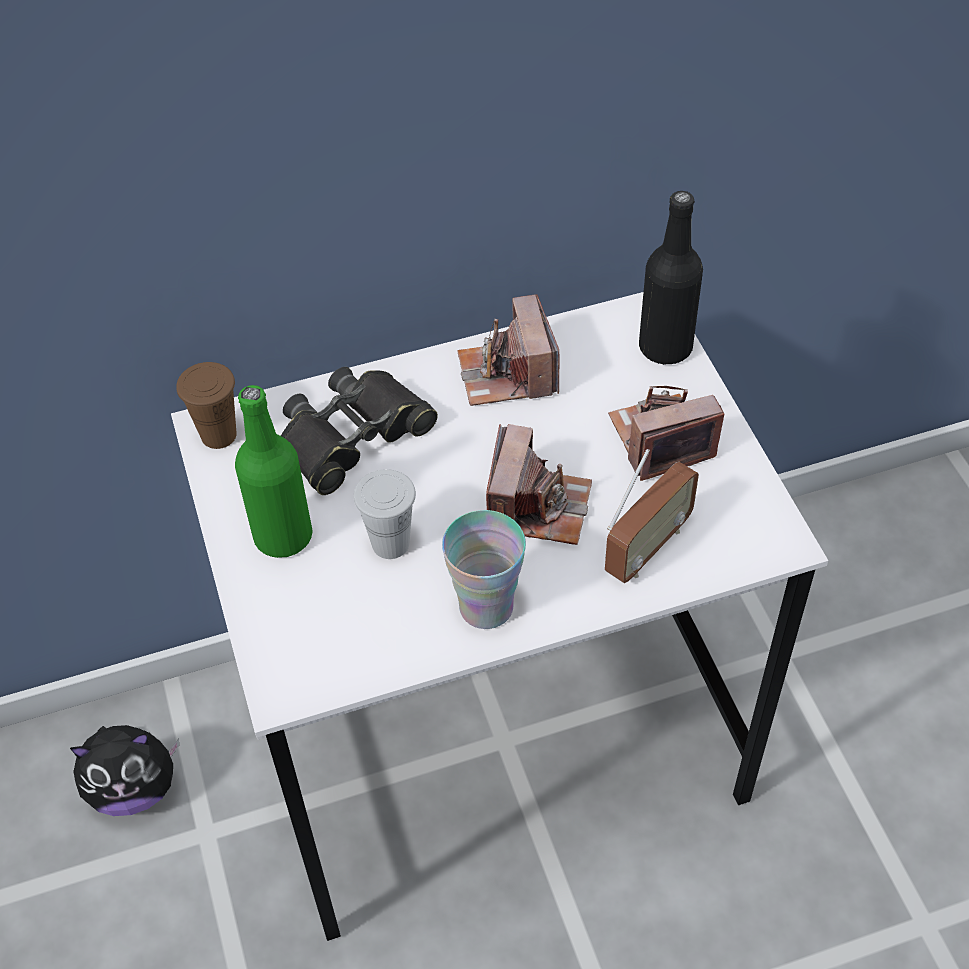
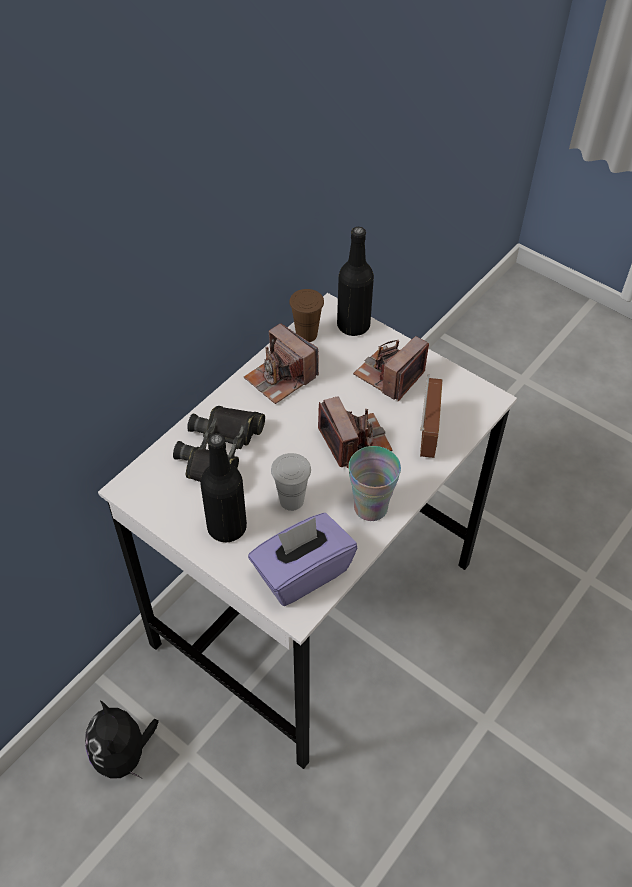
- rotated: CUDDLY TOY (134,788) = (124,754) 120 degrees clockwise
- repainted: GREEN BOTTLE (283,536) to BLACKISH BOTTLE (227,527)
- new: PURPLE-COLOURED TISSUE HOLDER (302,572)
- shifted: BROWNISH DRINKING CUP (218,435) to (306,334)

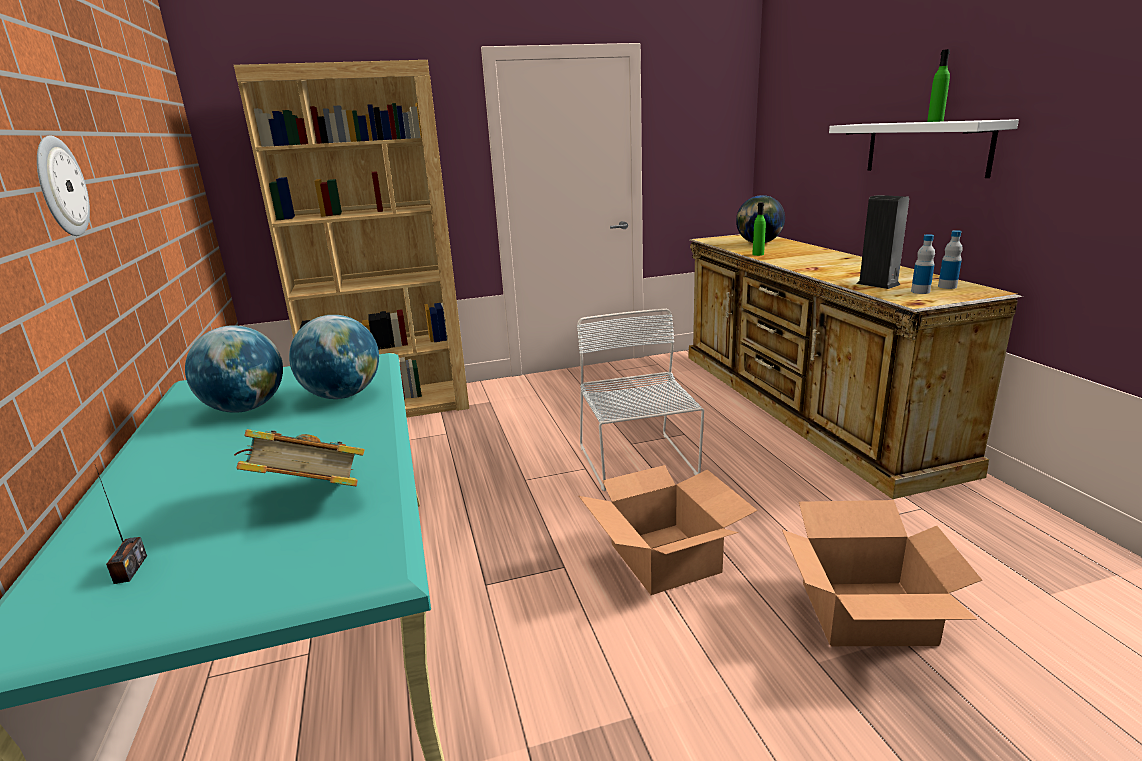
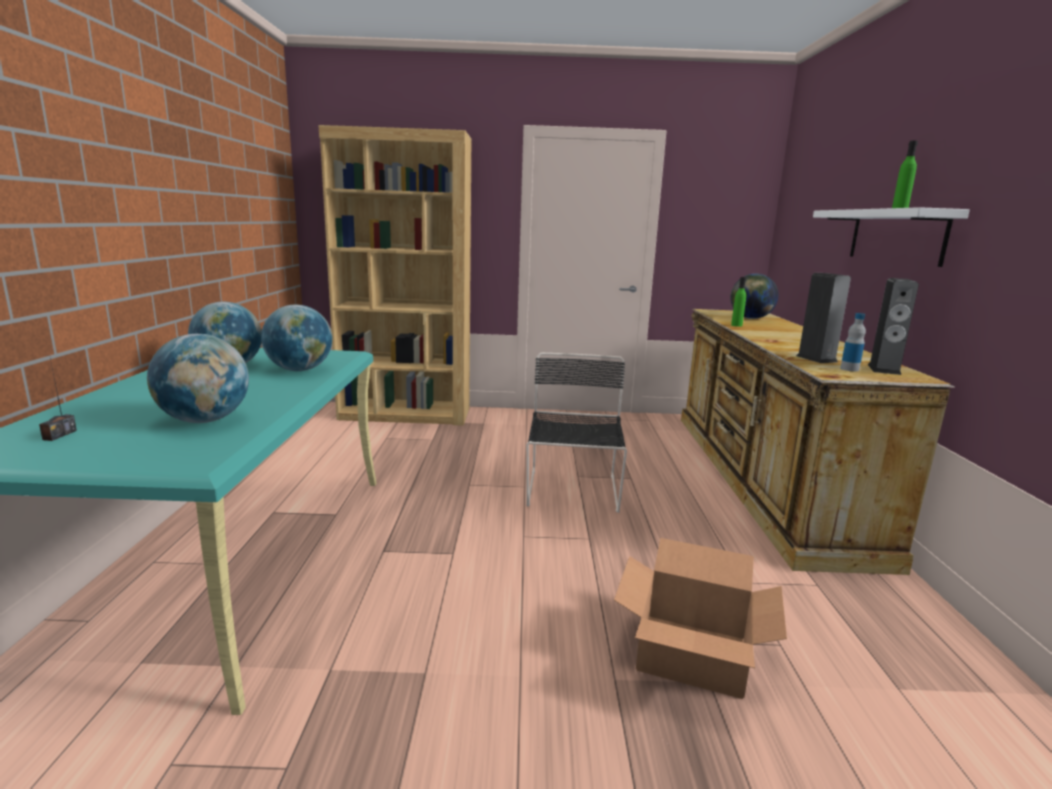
- swapped: BOUND BOOK (309,498) to DESK GLOBE (204,420)
- repainted: WHITISH UPRIGHT CHAIR (638,463) to BLACKISH UPRIGHT CHAIR (572,492)
- swapped: BOTTLE (947,286) to AUDIO SPEAKER (883,369)
- gone: CLOCK ON THE WALL (60,187)
- gone: PACKING BOX (665,557)

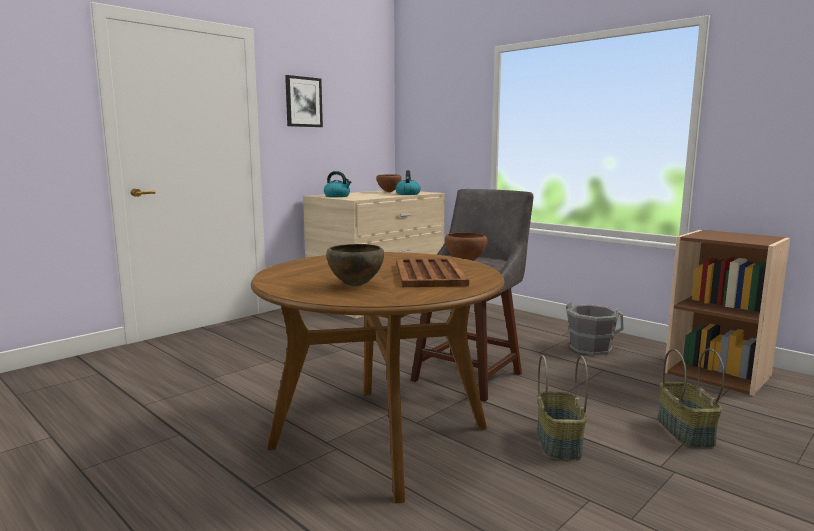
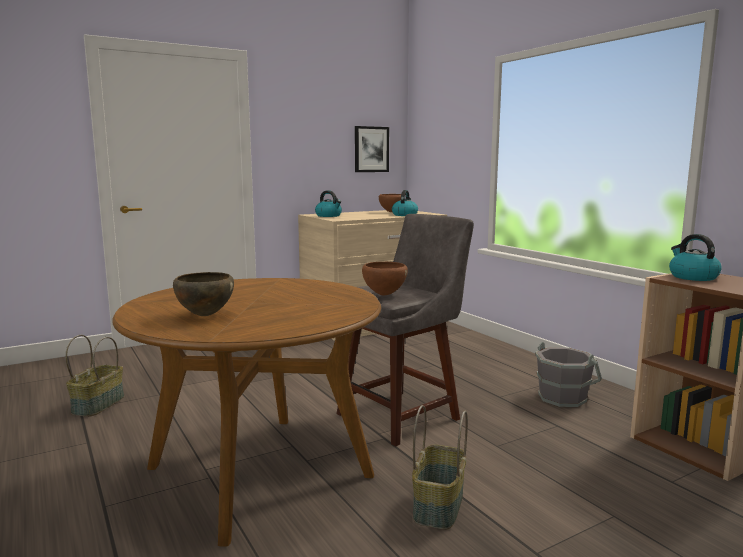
- shifted: HOUSEHOLD BASKET (684,431) to (98,404)
- shifted: PICTURE (303,102) to (371,149)
- new: TEA KETTLE (692,277)
- gone: BROWNISH TRAY (429,274)

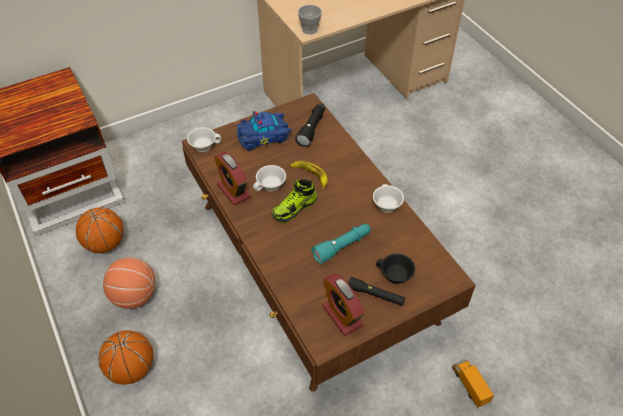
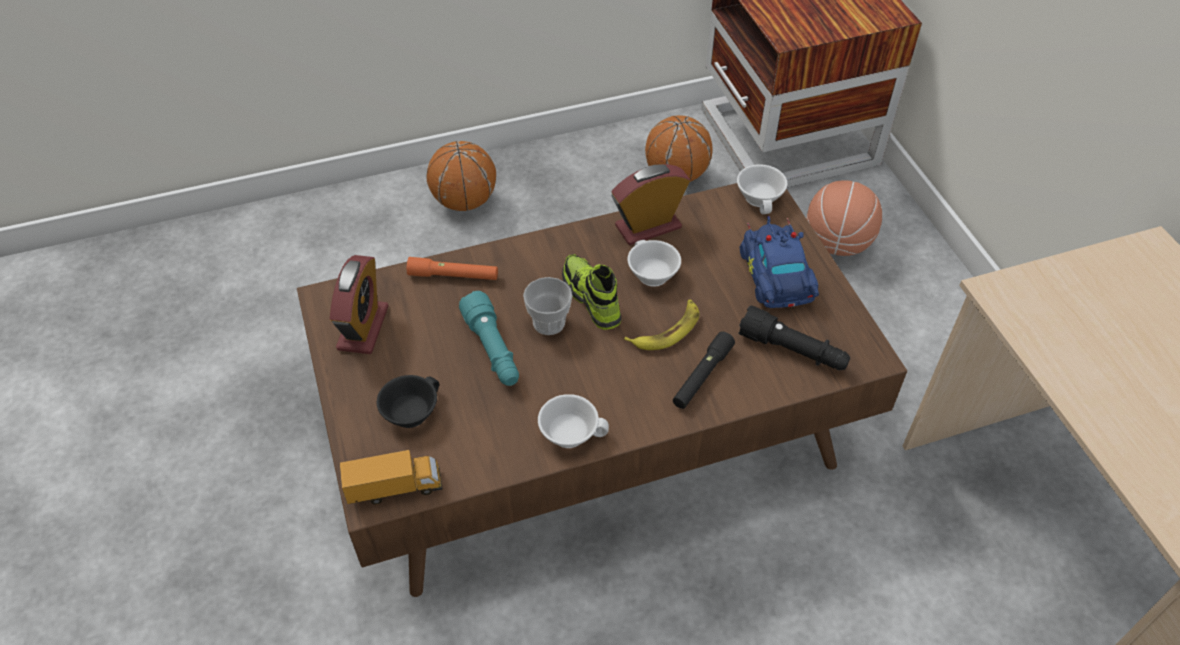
- rotated: ALARM CLOCK (342,315) = (363,328) 120 degrees clockwise
- shifted: TOY LORRY (469,386) to (395,489)
- new: ORANGE-COLOURED TORCH (453,275)
- shifted: DRINKING CUP (309,29) to (549,322)
- shifted: BLACKISH TORCH (375,295) to (702,376)
- shifted: BASKETBALL (134,296) to (837,243)

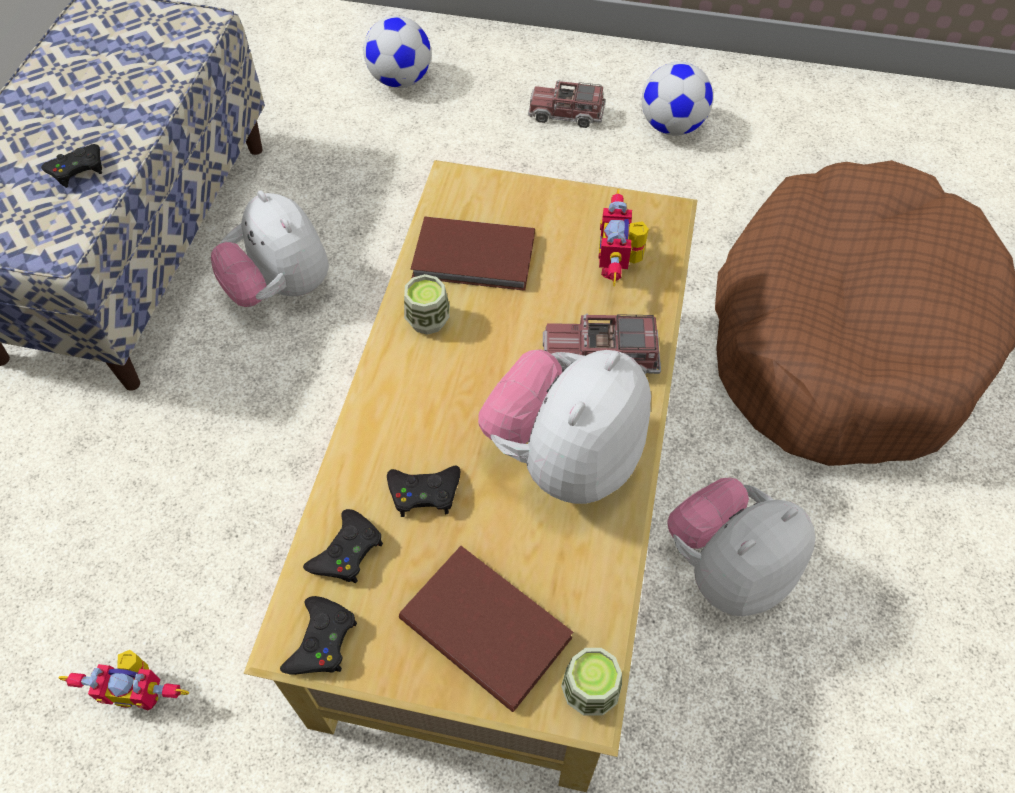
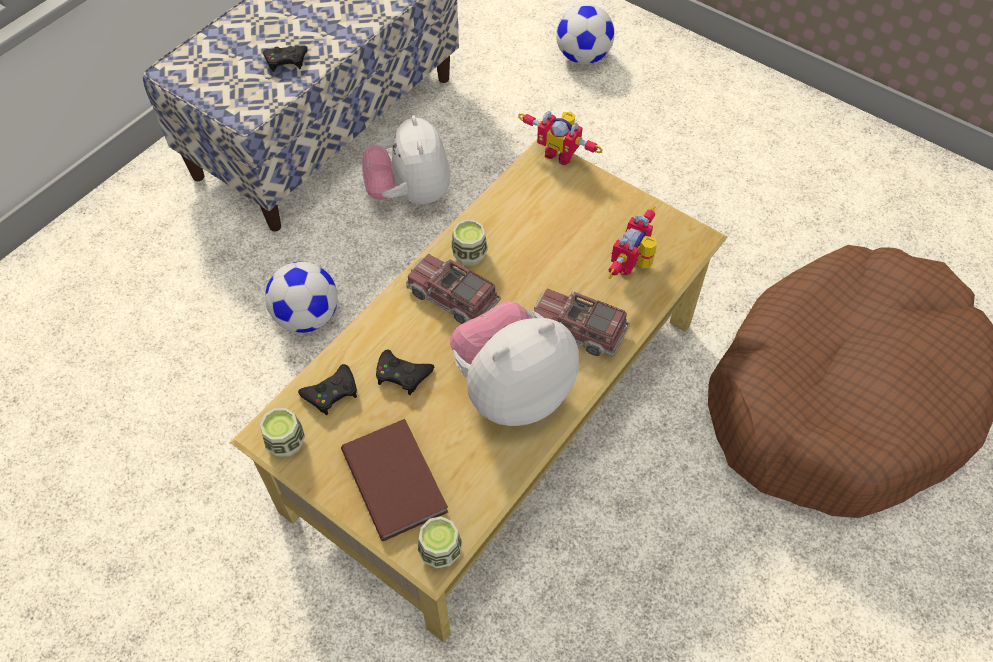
- swapped: BLACKISH GAME CONTROLLER (321,641) to DRINKING CUP (286,443)
- shifted: FOOTBALL (671,126) to (307,316)
- shifted: TOY LORRY (566,114) to (452,297)
- shifted: ROBOT FIGURE (141,690) to (560,153)
- gone: BROWNISH BOUND BOOK (475,259)
- gone: CUDDLY TOY (727,568)

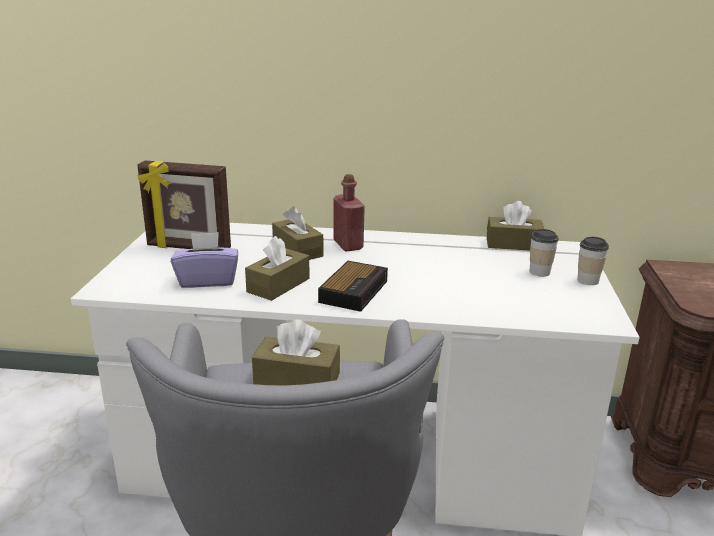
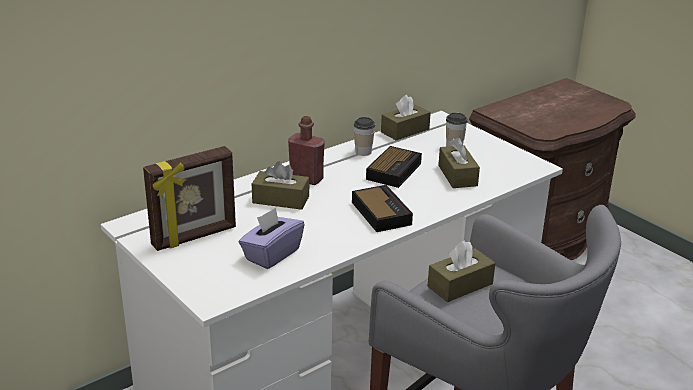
- shifted: DRINKING CUP (588,280) to (363,152)
- new: ALARM CLOCK (394,171)
- shifted: BROWNISH TISSUE HOLDER (278,285) to (457,175)

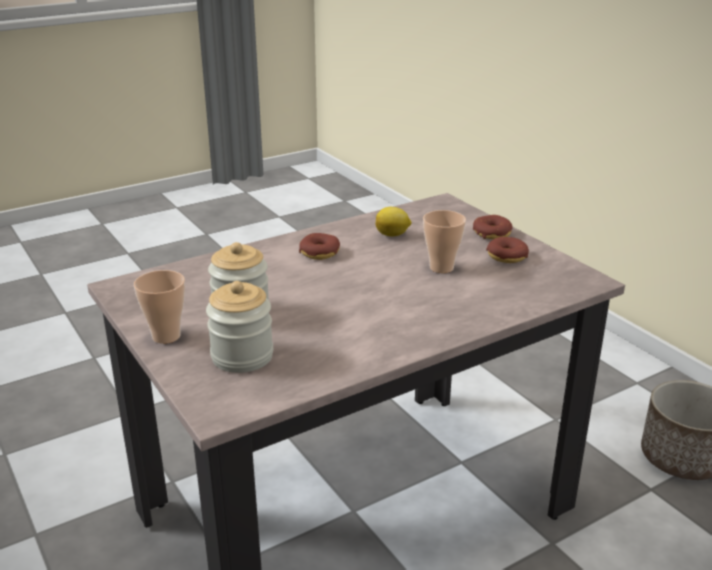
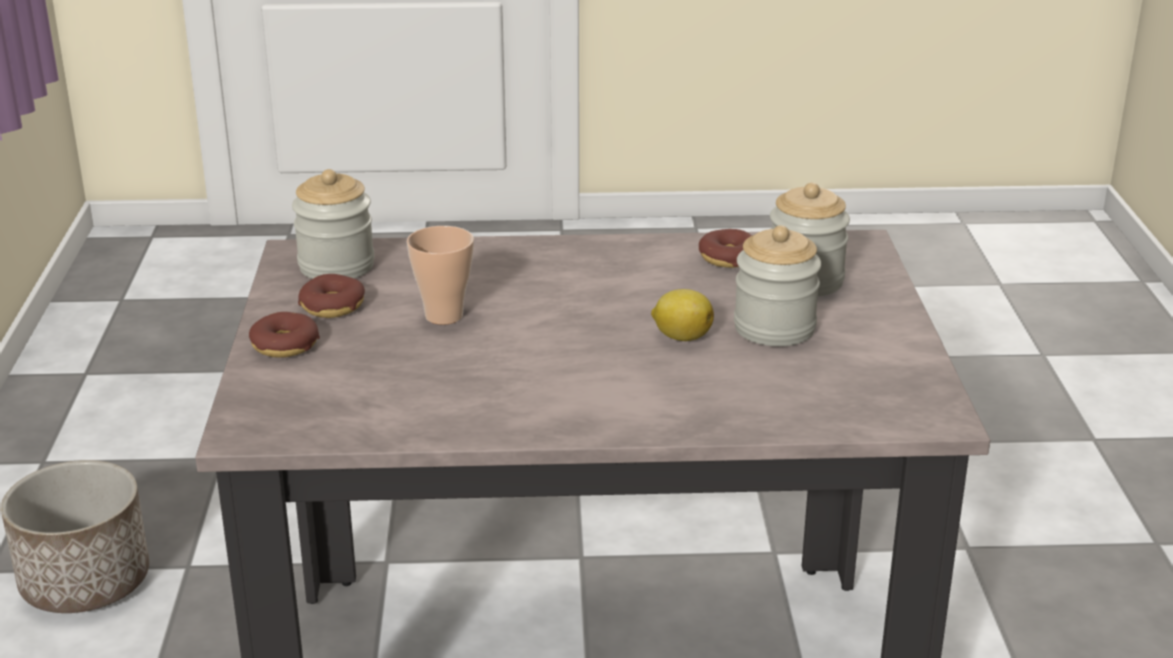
- new: PRESERVE JAR (336,266)
- shifted: WHOLE LEMON (393,235) to (681,337)
- shifted: RING DOUGHNUT (320,252) to (728,258)
- gone: DRINKING CUP (166,336)

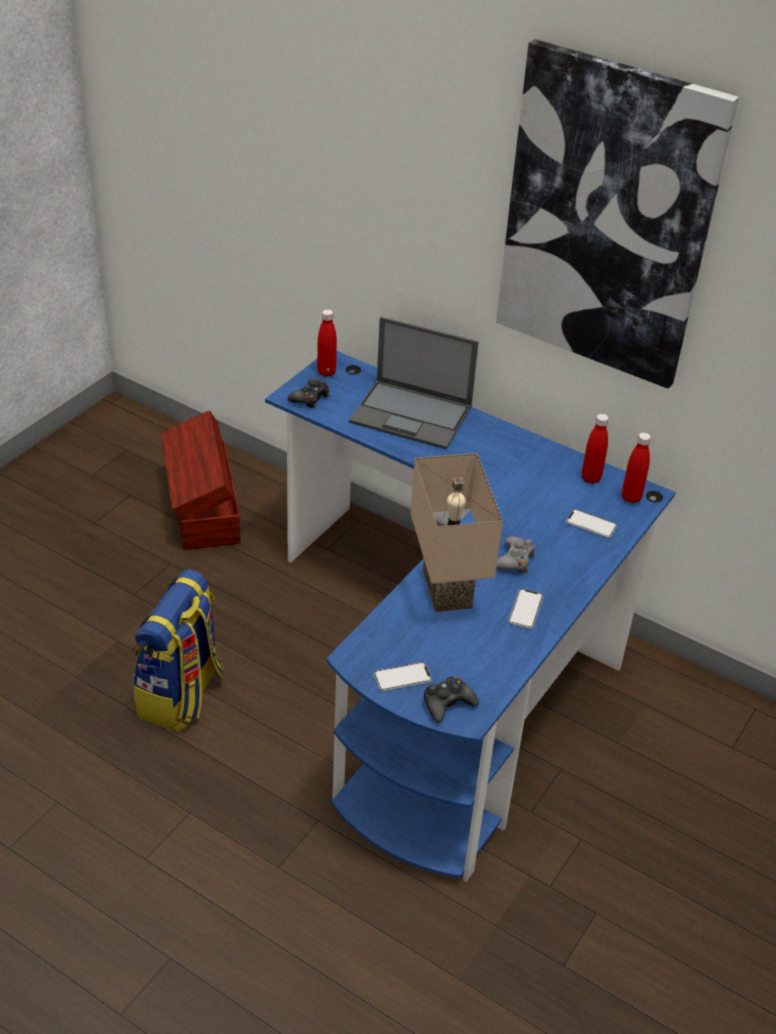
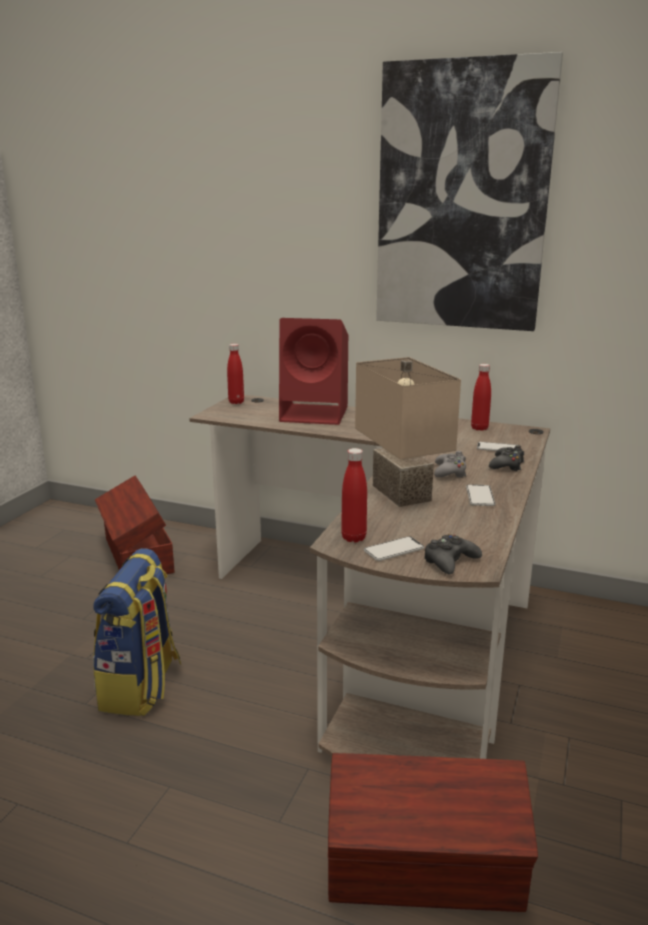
- repainted: BLUISH DESK UNIT (453,667) to BROWNISH DESK UNIT (388,627)
- swapped: NOTEBOOK COMPUTER (412,415) to RED AUDIO SPEAKER (316,414)
- new: BROWNISH STORAGE BIN (425,871)
- shifted: RED BOTTLE (631,498) to (353,538)
- shifted: BLACKISH GAME CONTROLLER (310,398) to (507,465)

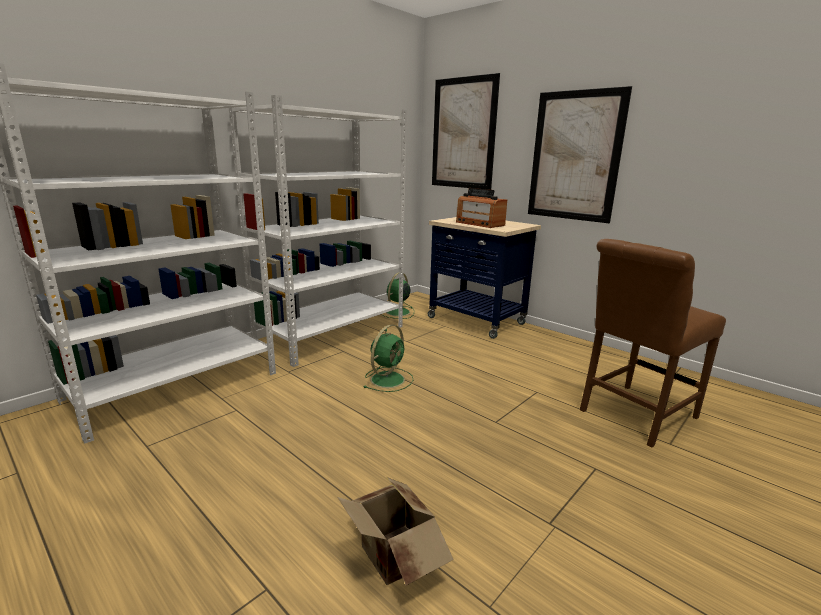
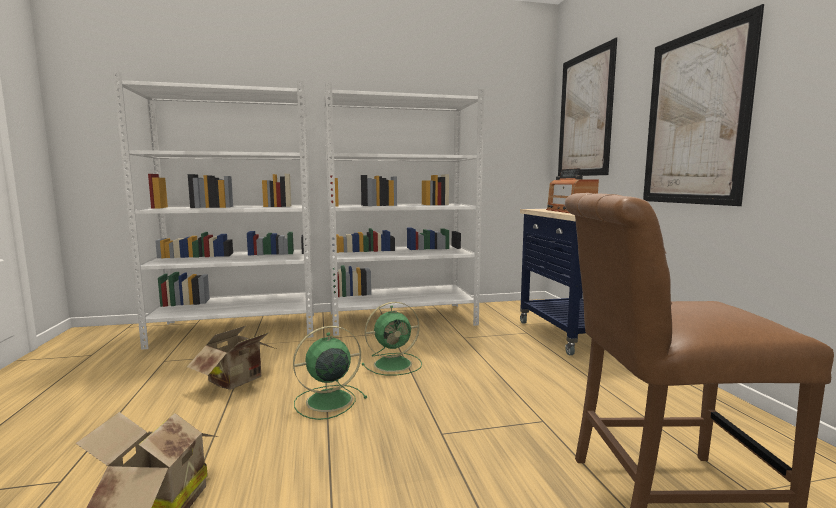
- new: PACKING BOX (239,381)
- shifted: GREEN FAN (397,312) to (327,401)

